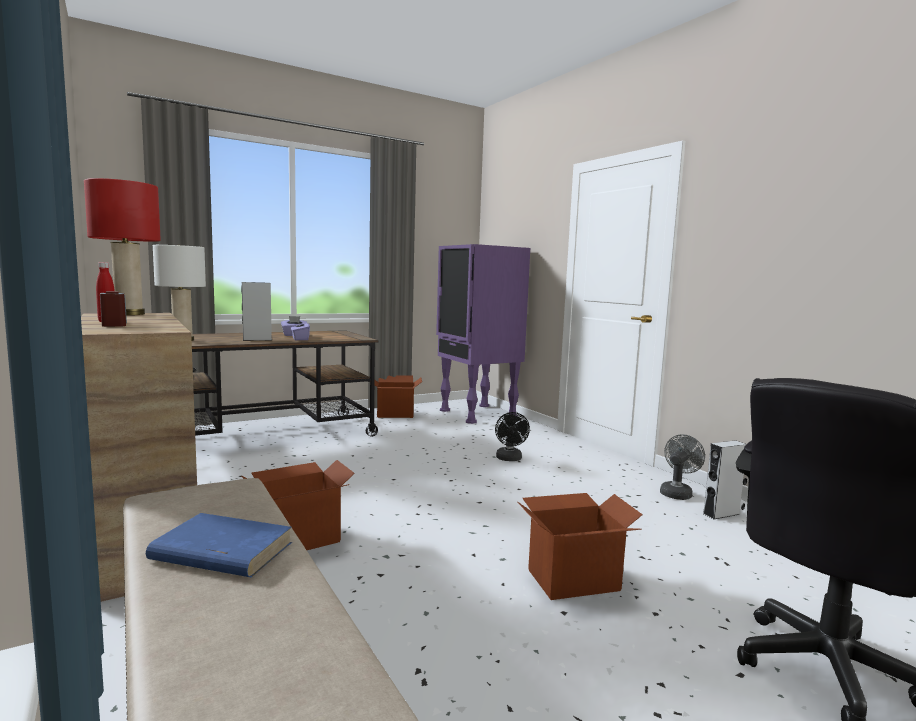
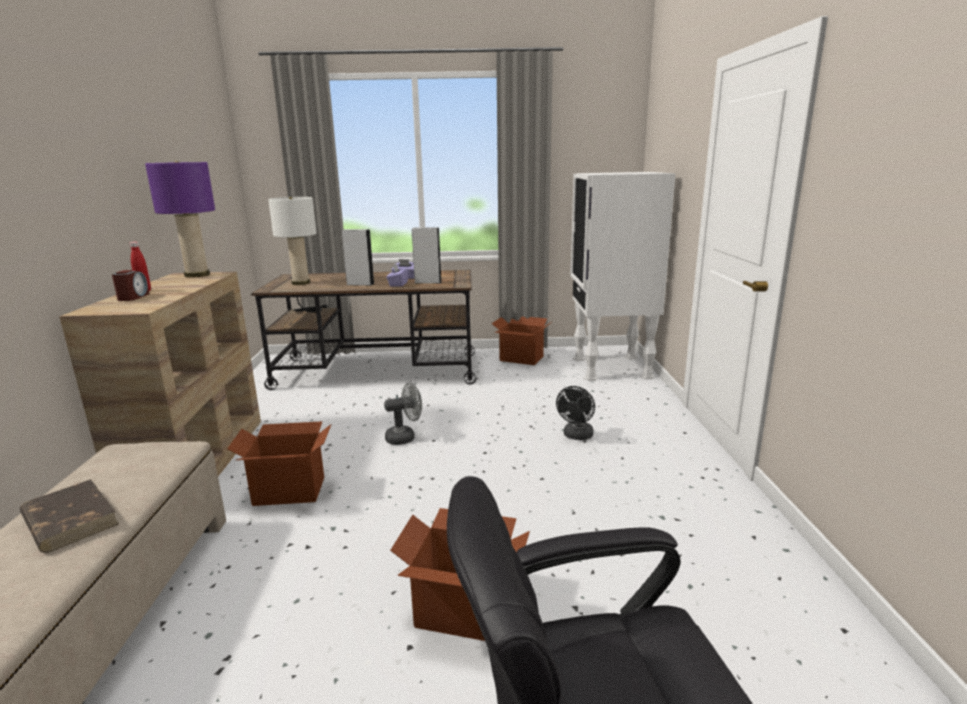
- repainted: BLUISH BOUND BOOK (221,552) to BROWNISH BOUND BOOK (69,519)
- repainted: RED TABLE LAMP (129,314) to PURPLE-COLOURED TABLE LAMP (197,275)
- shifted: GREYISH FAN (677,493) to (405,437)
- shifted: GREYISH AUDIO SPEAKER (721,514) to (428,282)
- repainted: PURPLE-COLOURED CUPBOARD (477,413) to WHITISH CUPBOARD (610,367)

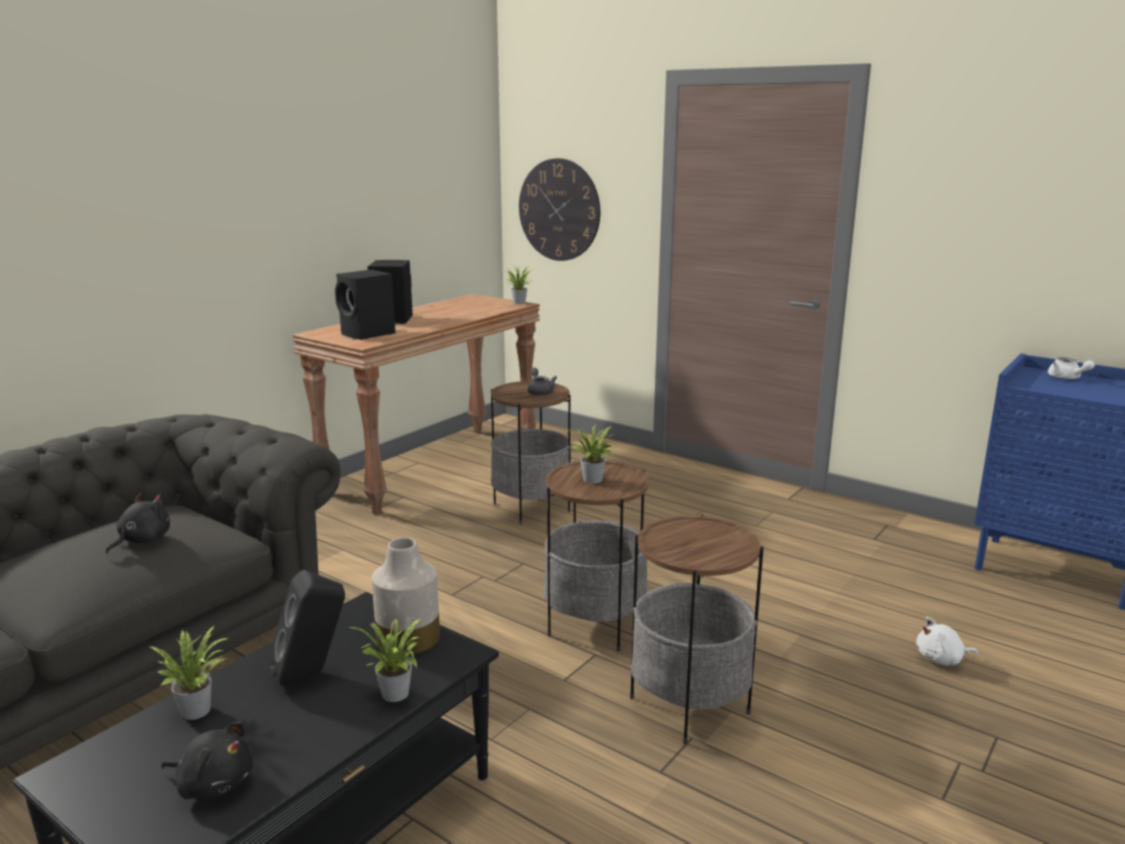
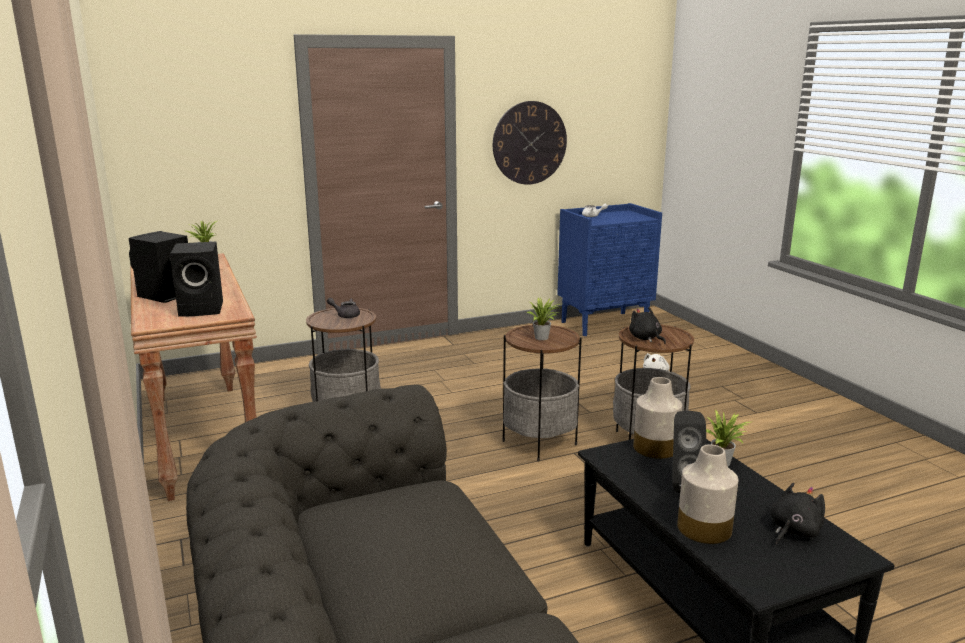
- shifted: CLOCK ON THE WALL (559,210) to (529,143)
- shifted: BLACKISH CUDDLY TOY (142,541) to (646,338)
- swapped: POTTED PLANT (199,709) to BEIGE-COLOURED DECORATIVE VASE (704,528)

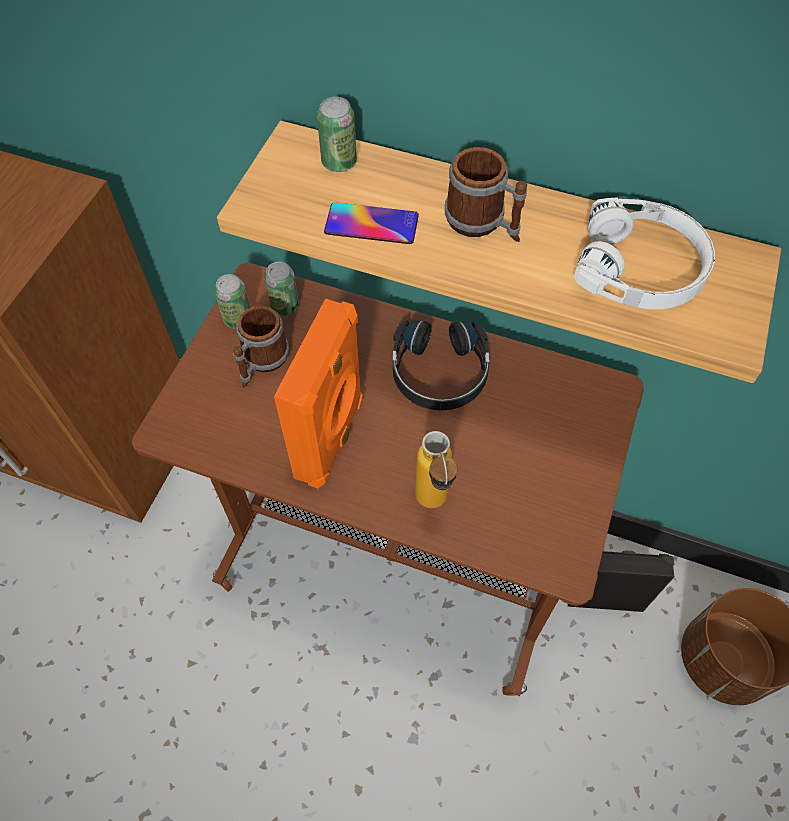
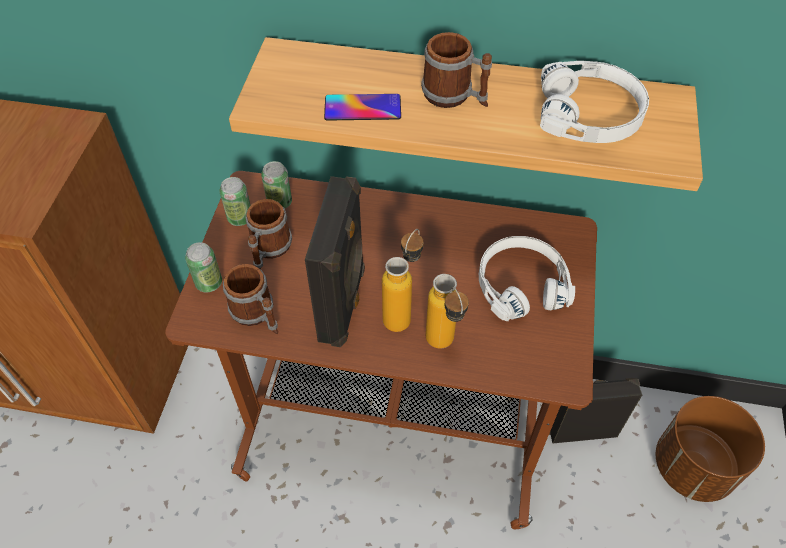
- shifted: CAN (339,162) to (209,283)
- new: TEA MUG (257,315)
- repainted: ORANGE-COLOURED AUDIO SPEAKER (332,439) to BLACKISH AUDIO SPEAKER (344,304)
- new: BOTTLE (402,312)
- new: WHITISH PAIR OF HEADPHONES (520,284)
- gone: BLACKISH PAIR OF HEADPHONES (439,373)

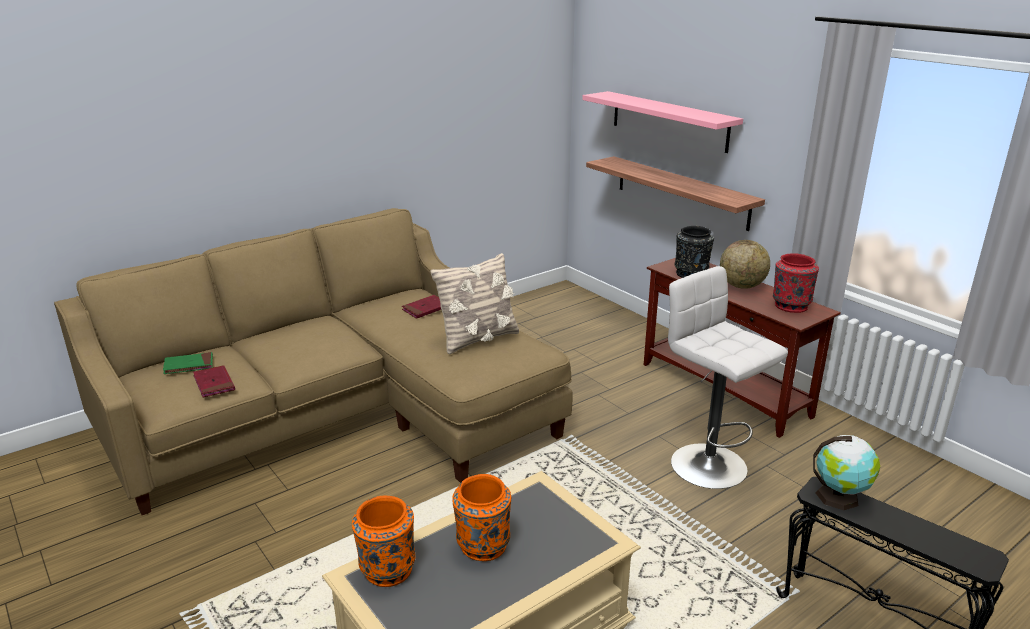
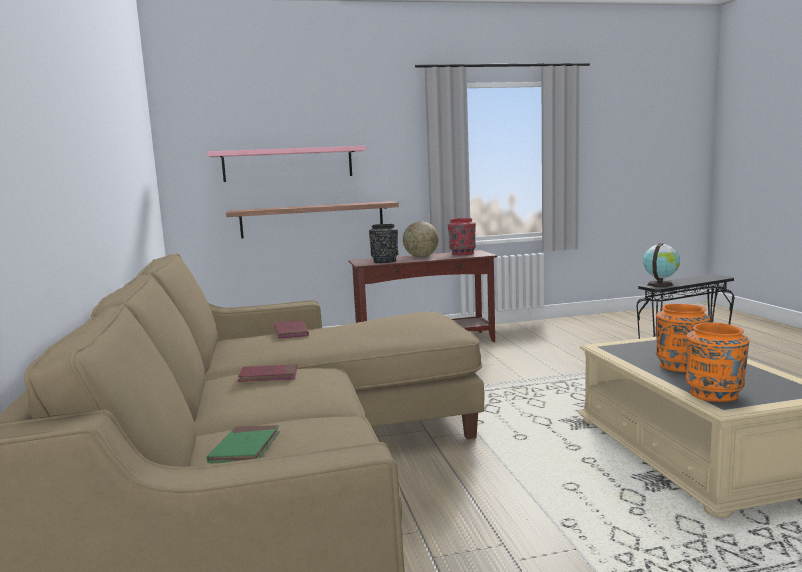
- shifted: RED BOUND BOOK (214,383) to (268,376)
- gone: BEIGE-COLOURED PILLOW (478,339)
- gone: WHITISH STOOL (708,465)

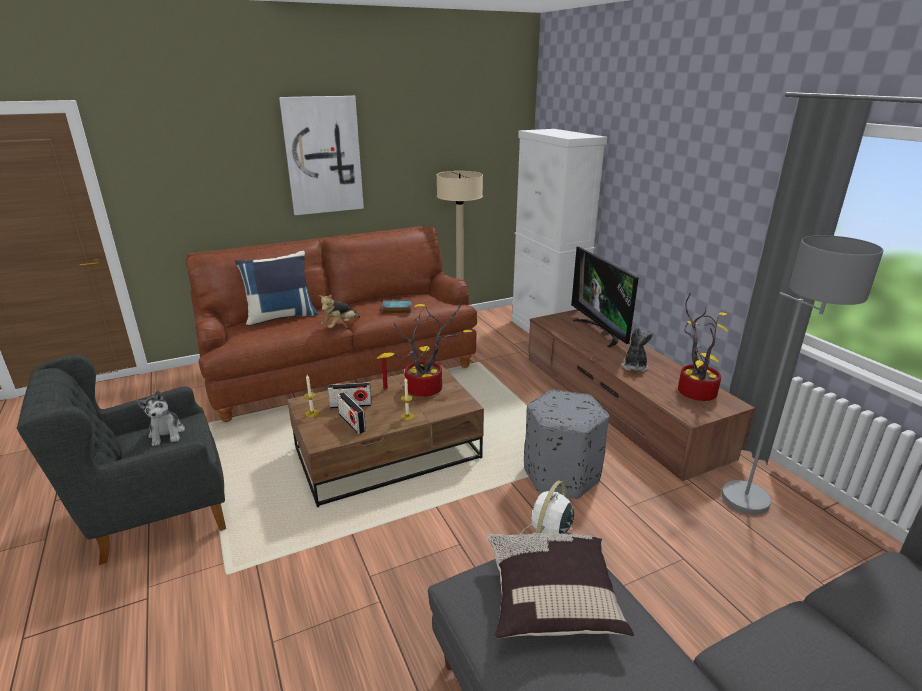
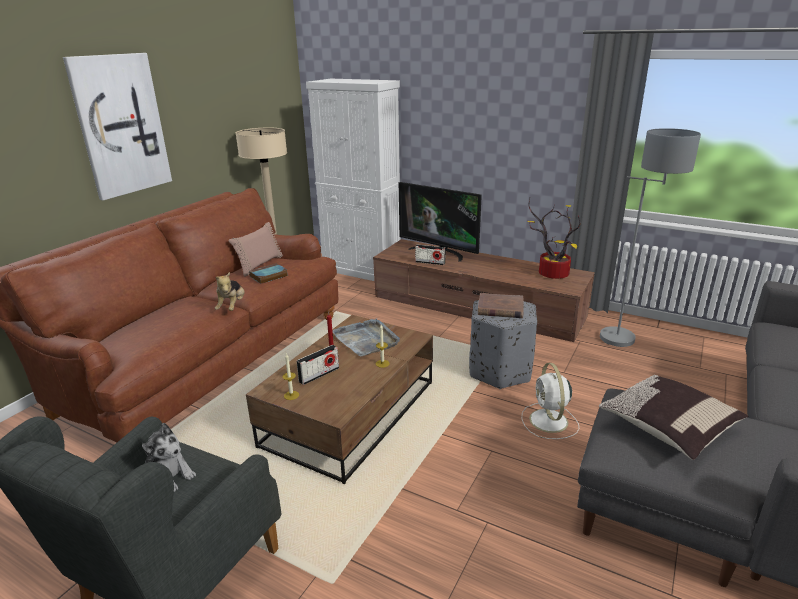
- new: BEIGE-COLOURED PILLOW (259,265)
- swapped: POTTED PLANT (423,391) to GREYISH TRAY (367,339)
- shifted: RADIO SET (352,423) to (430,262)
- new: BROWNISH BOUND BOOK (500,308)
- gone: BLUISH PILLOW (281,317)
- gone: CUDDLY TOY (634,366)

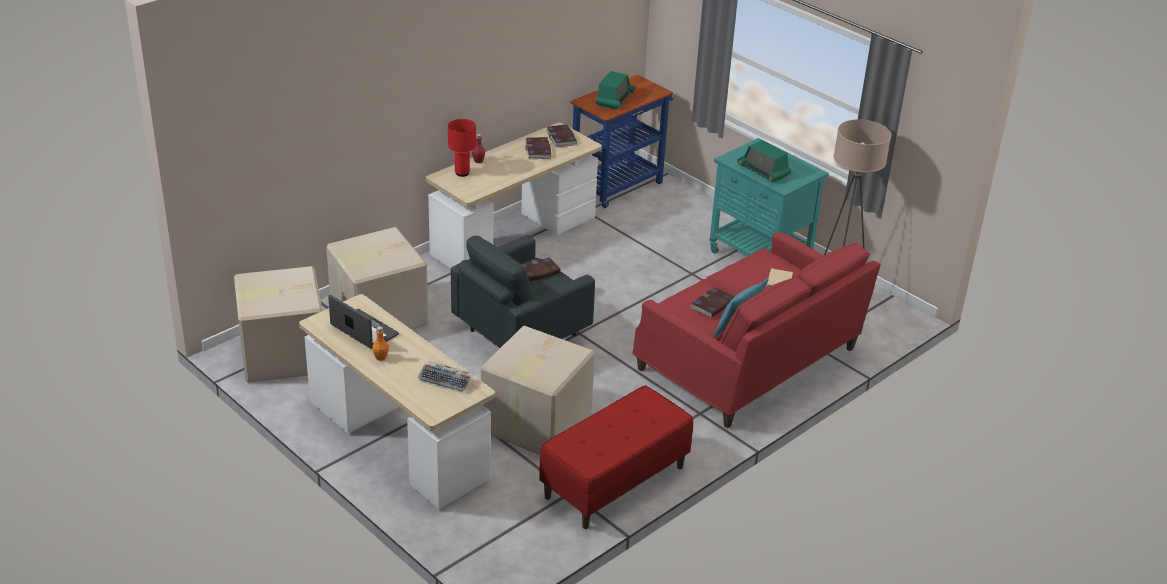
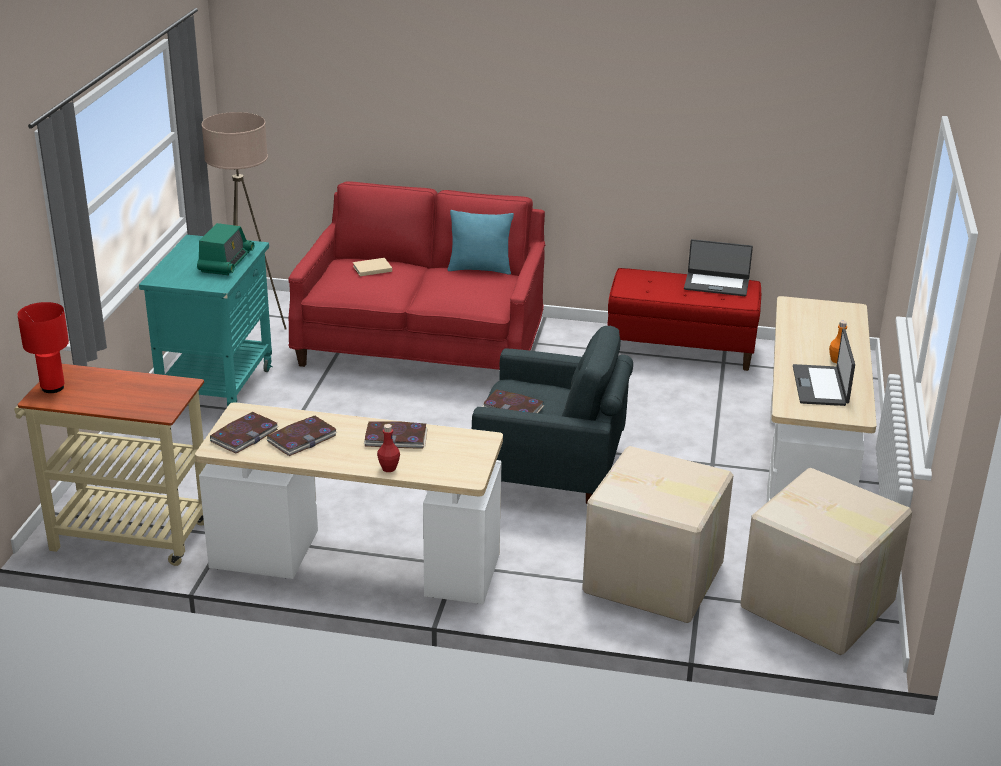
- repainted: BLUISH CART (618,186) to BEIGE-COLOURED CART (128,536)
- shifted: RED TABLE LAMP (462,173) to (53,387)
- shifted: BOUND BOOK (712,304) to (396,438)
- new: NOTEBOOK COMPUTER (716,284)
- gone: KEYBOARD (446,381)
- gone: PACKING BOX (534,424)
- gone: RADIO SET (614,99)

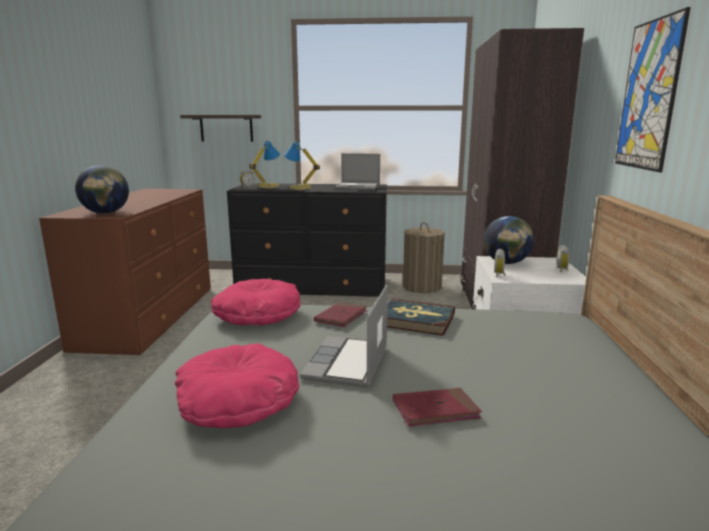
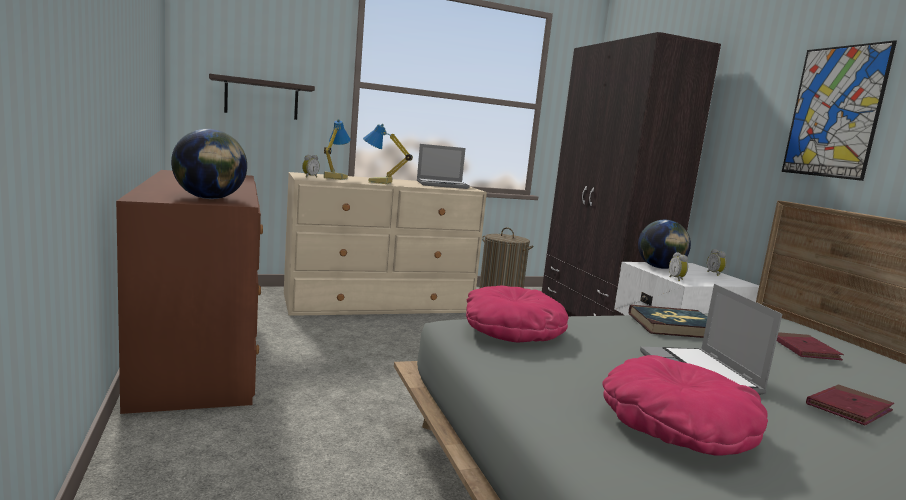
- repainted: BLACKISH DRAWER CHEST (313,285) to BEIGE-COLOURED DRAWER CHEST (379,302)
- shifted: RED BOUND BOOK (341,317) to (804,349)

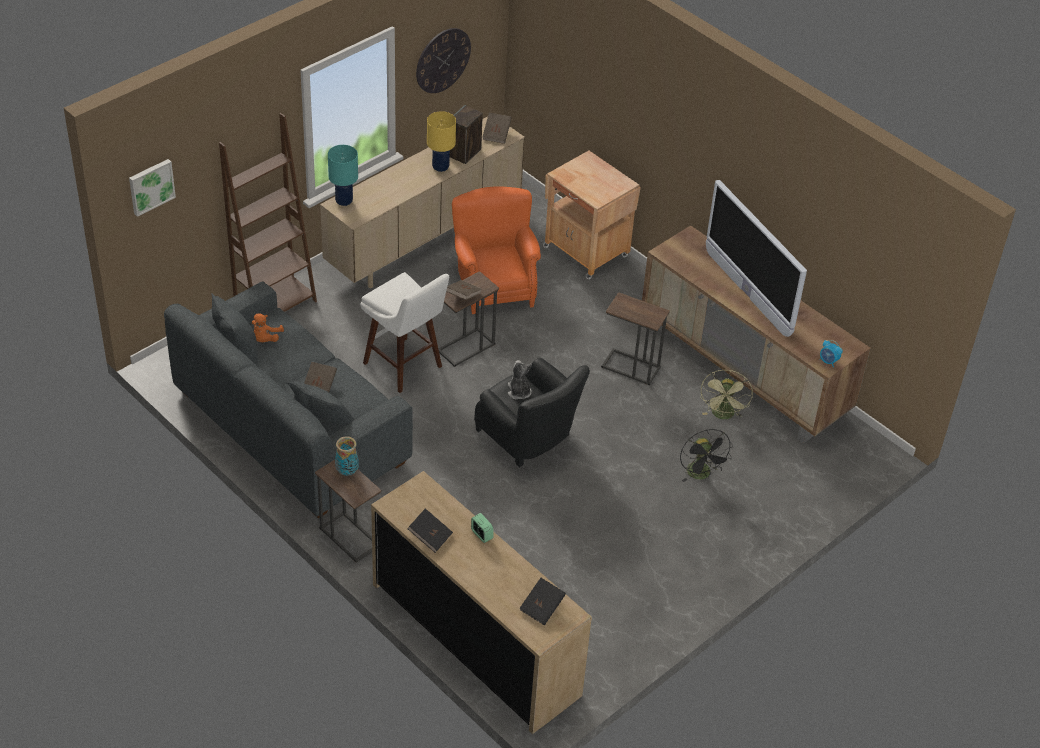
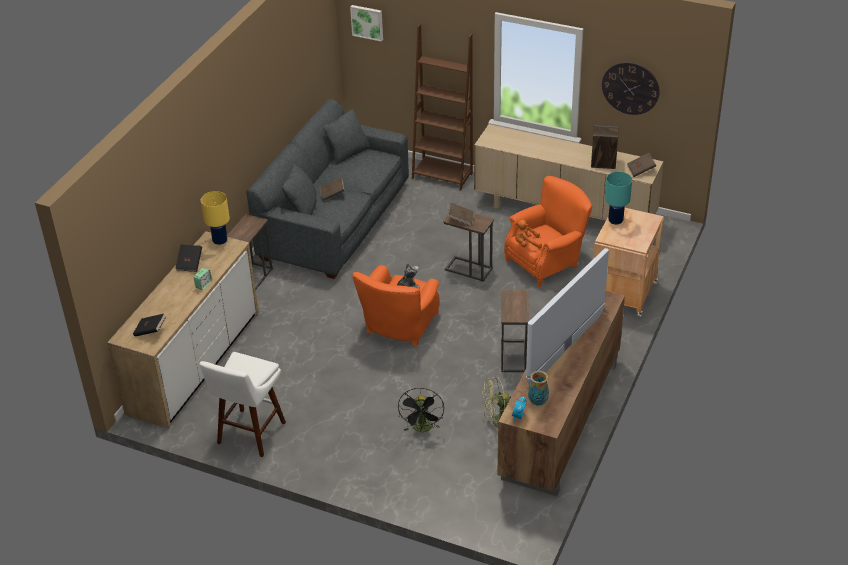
- shifted: WHITISH STOOL (405,367) to (249,435)
- shifted: YELLOW-COLOURED TABLE LAMP (440,168) to (220,241)
- repainted: BLACKISH EASY CHAIR (528,437) to ORANGE-COLOURED EASY CHAIR (399,327)
- rotated: BLACKISH FAN (701,475) = (423,429) 45 degrees counterclockwise
- shifted: ORANGE-COLOURED CUDDLY TOY (265,339) to (526,244)
- shifted: DECORATIVE VASE (347,471) to (538,402)
- shifted: TURQUOISE TABLE LAMP (344,201) to (615,221)

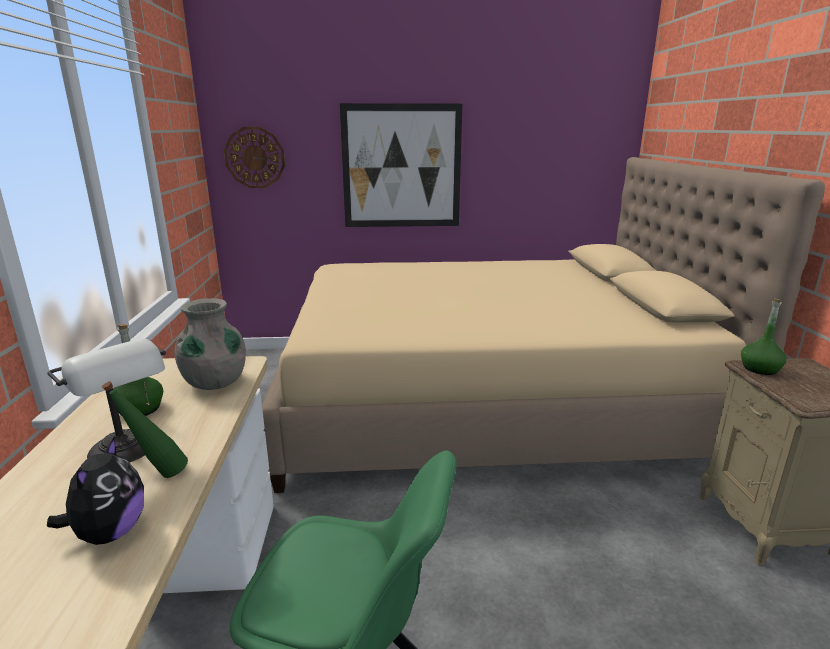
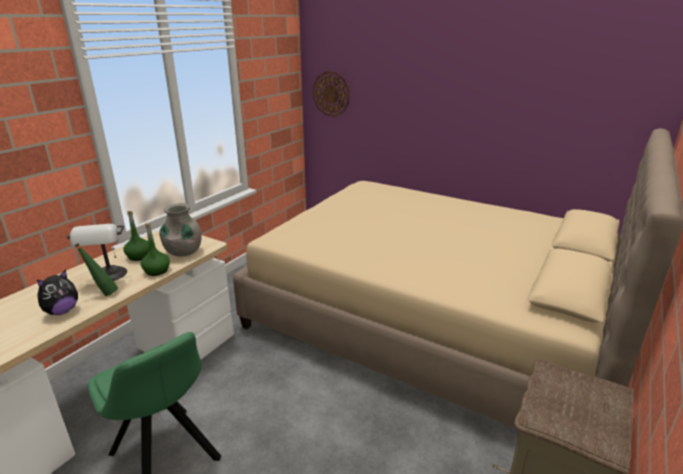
- shifted: GREEN BOTTLE (759,369) to (157,271)
- gone: PICTURE (401,167)

